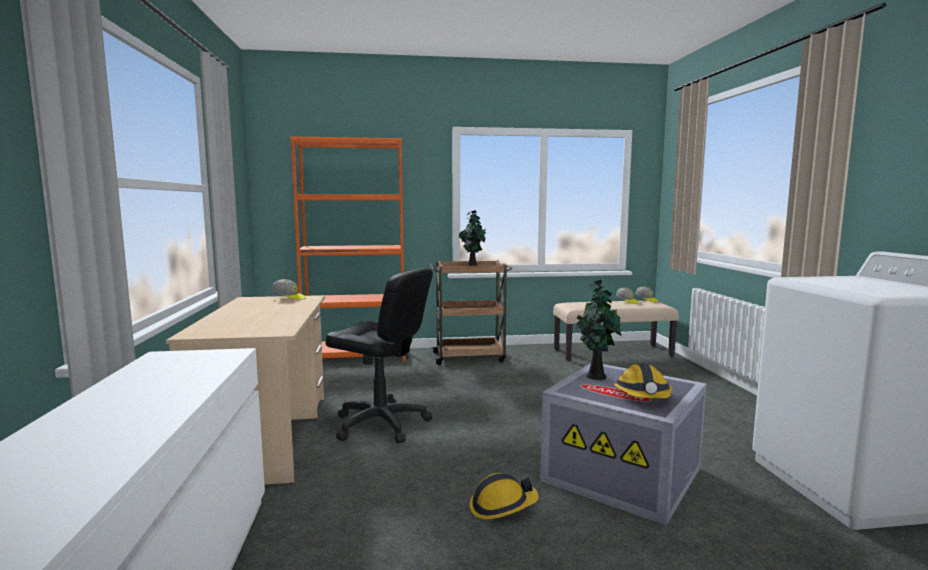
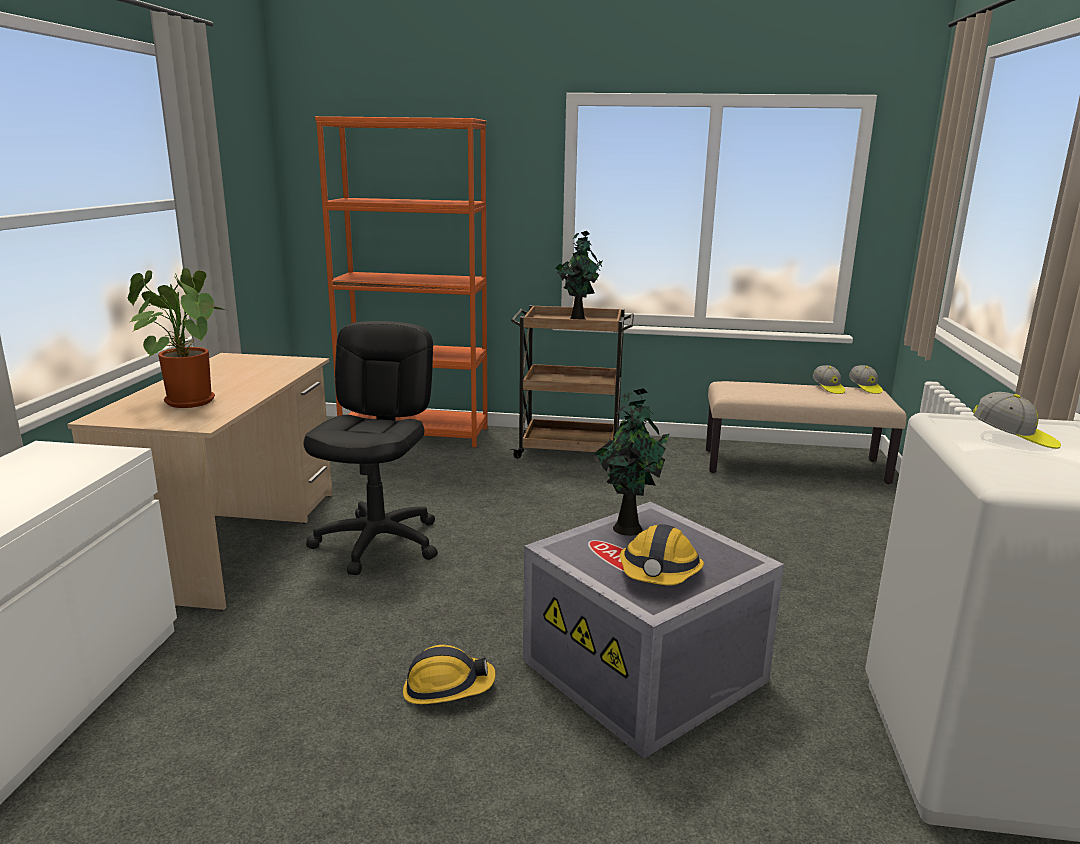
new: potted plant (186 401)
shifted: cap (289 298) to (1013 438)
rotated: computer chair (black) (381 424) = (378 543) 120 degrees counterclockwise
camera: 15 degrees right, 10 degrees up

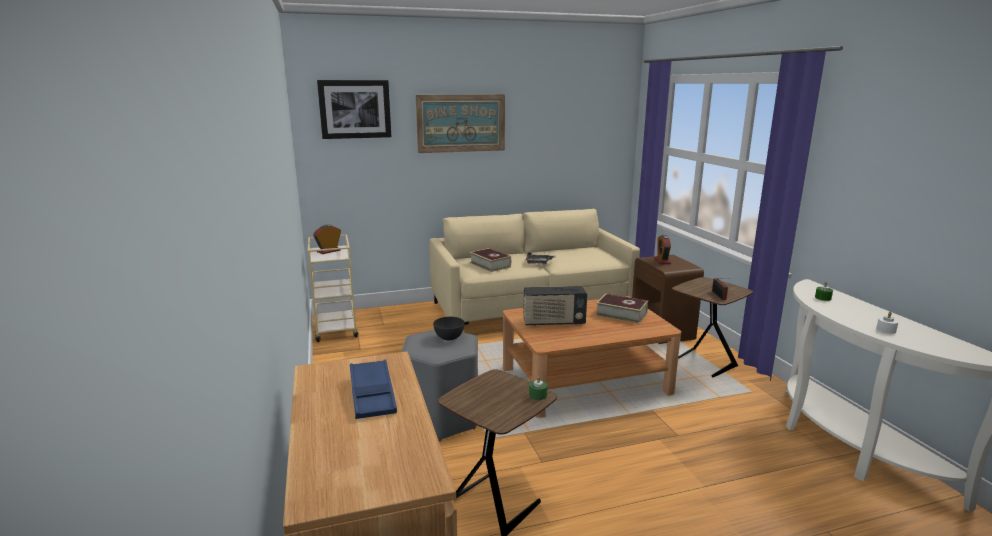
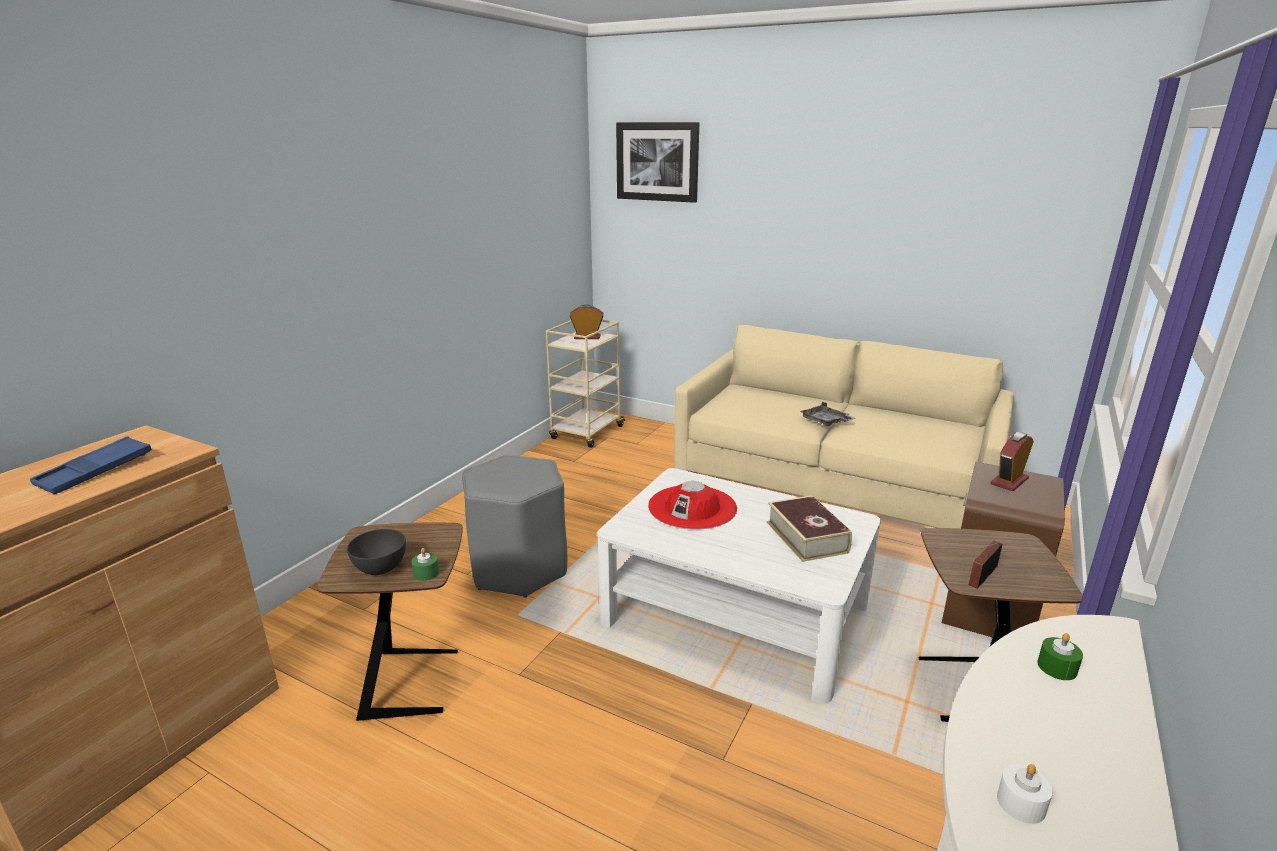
gone: wall art (461 123); volume (490 265)
shifted: bowl (greyish) (449 338) to (380 568)
swapped: radio set (553 322) to wearable hat (red-coloured) (692 507)
repainted: coffee table (brown-coloured) (585 380) to coffee table (whitish) (735 613)
camera: 45 degrees right, 5 degrees up

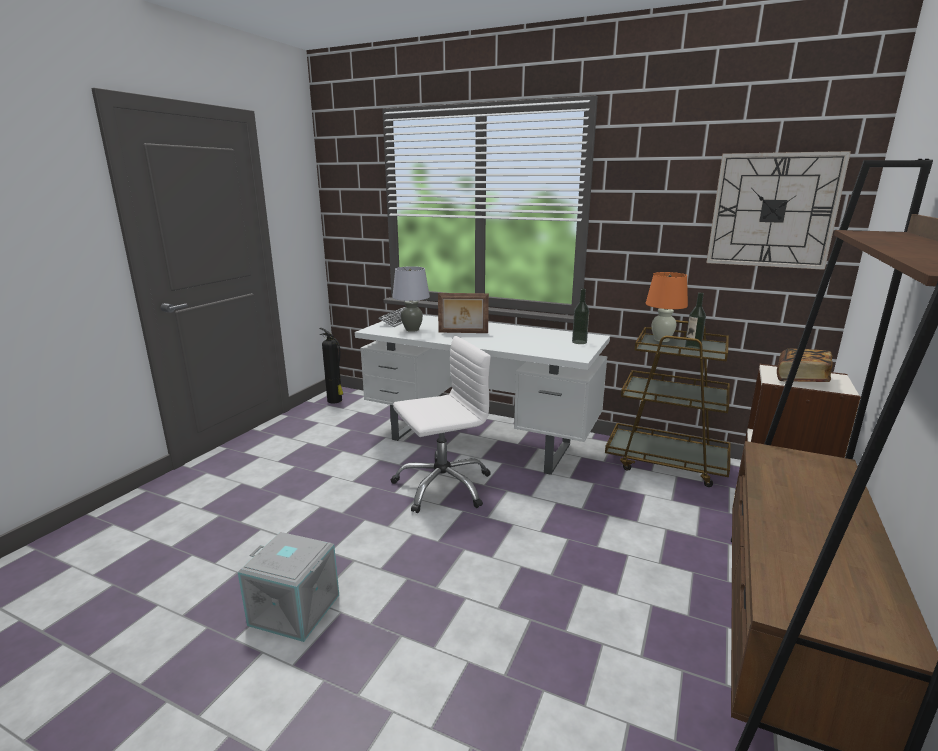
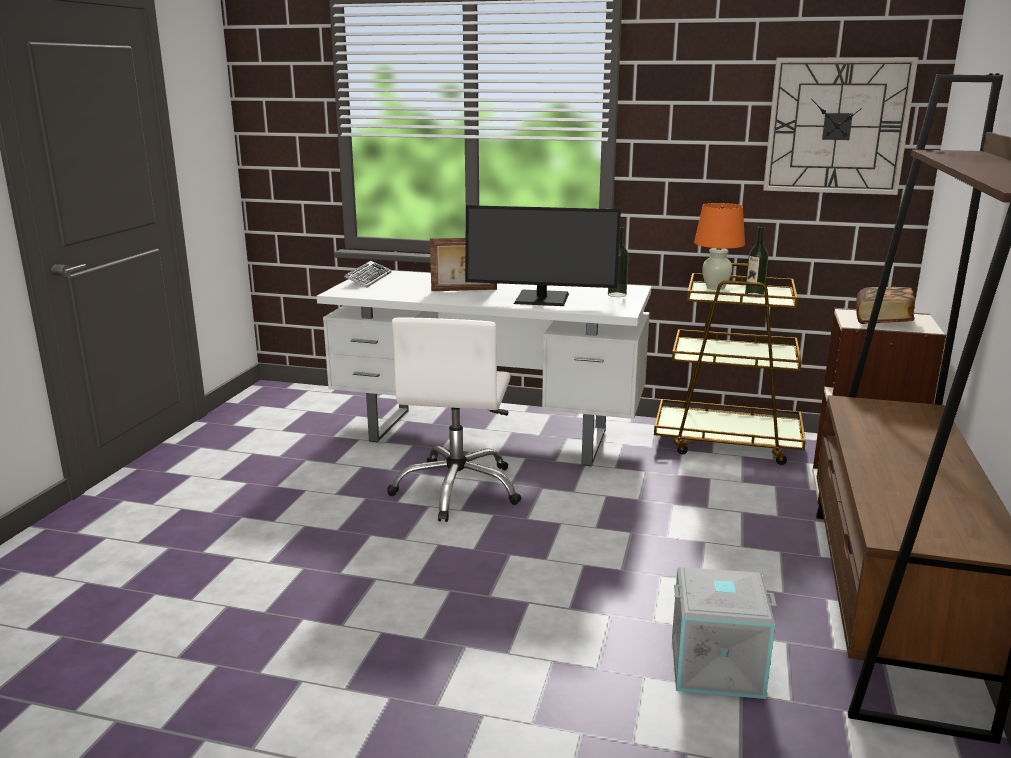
gone: extinguisher (335 401); tabletop lamp (greyish) (412 329)
new: monitor (541 299)
shifted: storage bin (greyish) (296 609) to (717 665)
rotated: computer chair (whitish) (442 486) = (458 489) 135 degrees clockwise
camera: 10 degrees left, 0 degrees up

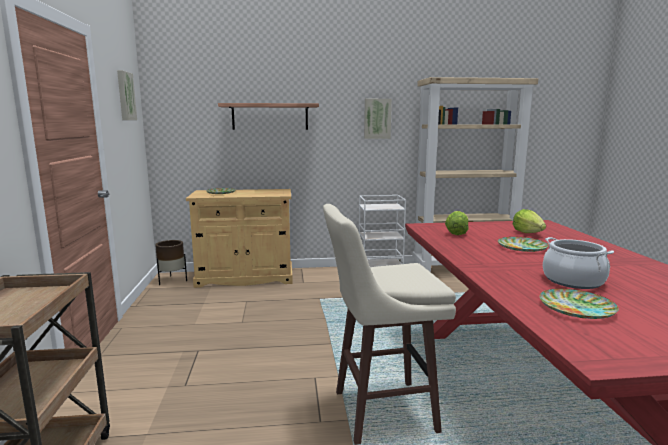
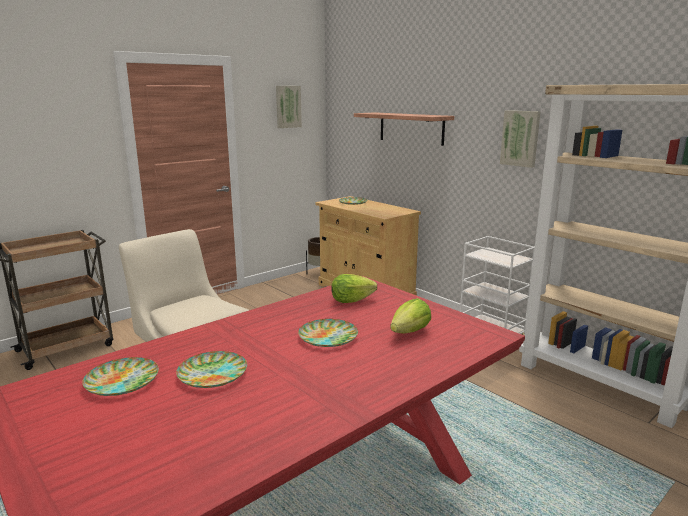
swapped: saucepot (573 281) to plate (212 373)
camera: 55 degrees right, 5 degrees up

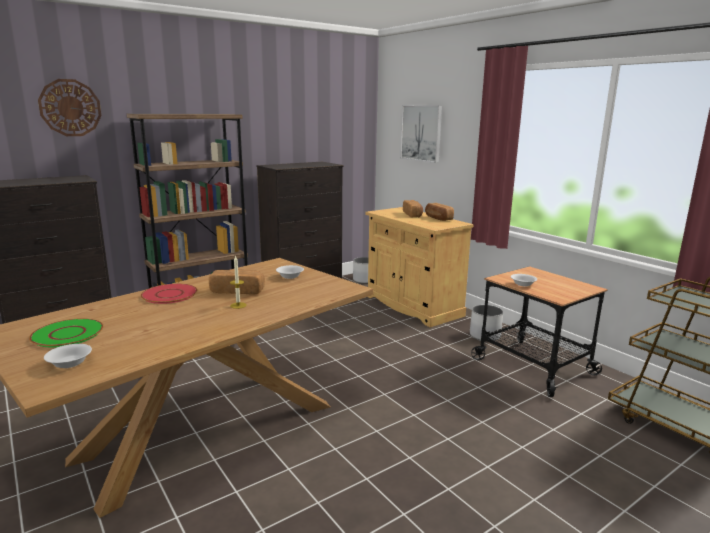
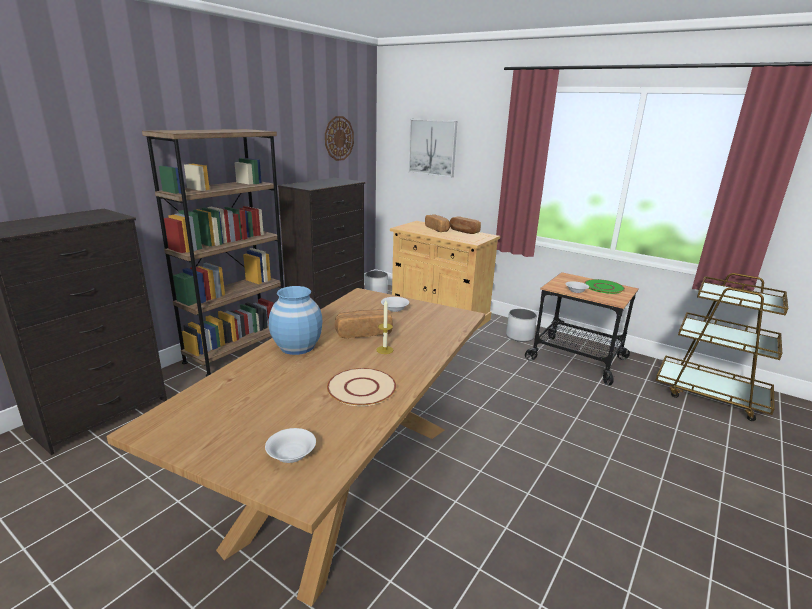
new: plate (beige) (361 388)
shifted: plate (greenish) (68 334) to (603 287); hanging clock (70 108) to (339 138)
swapped: plate (red-coloured) (169 294) to vase (blue) (297 347)
camera: 20 degrees left, 5 degrees up

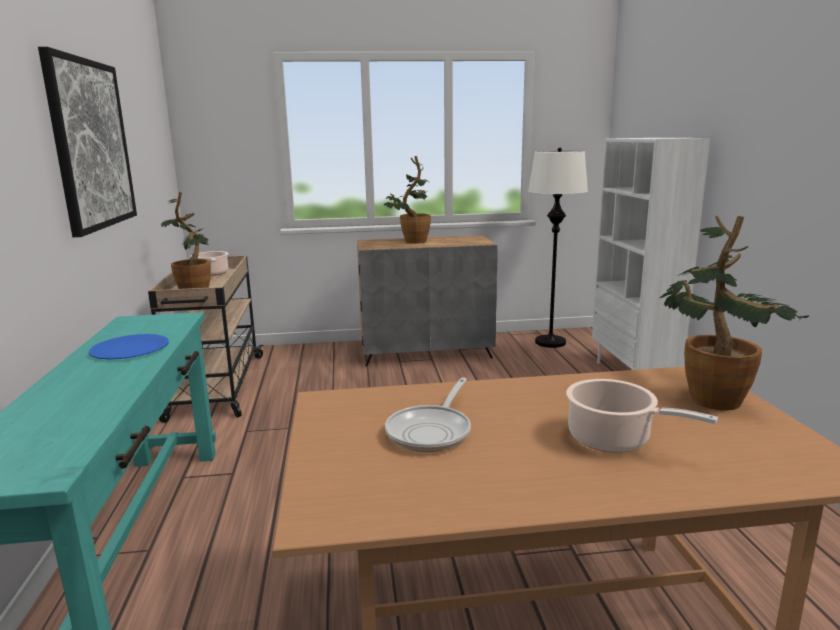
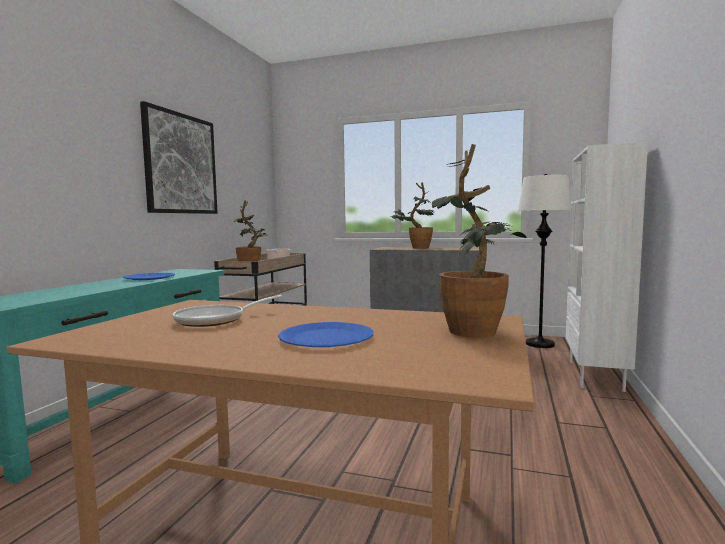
swapped: saucepot (614 440) to plate (blue) (326 338)
camera: 25 degrees right, 10 degrees down

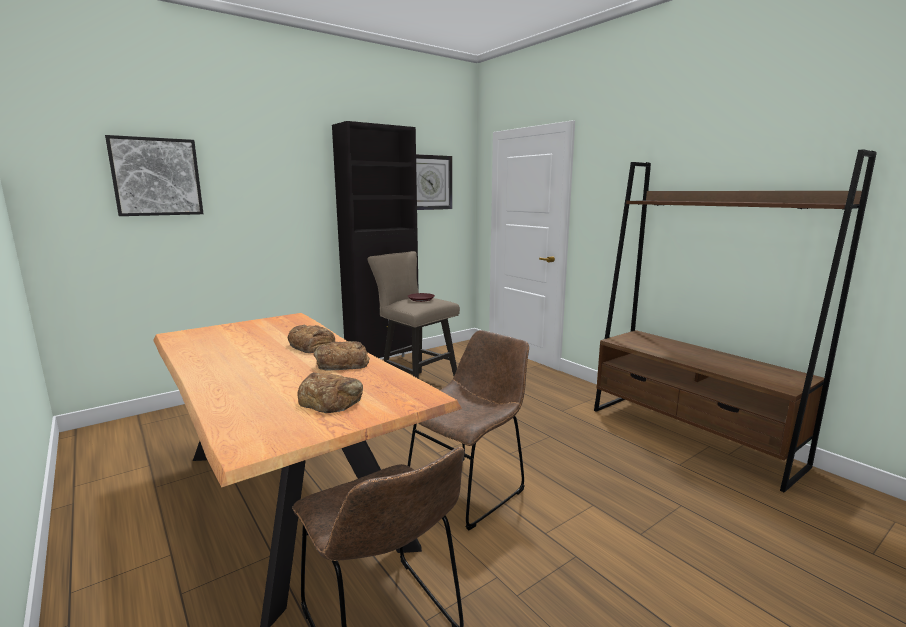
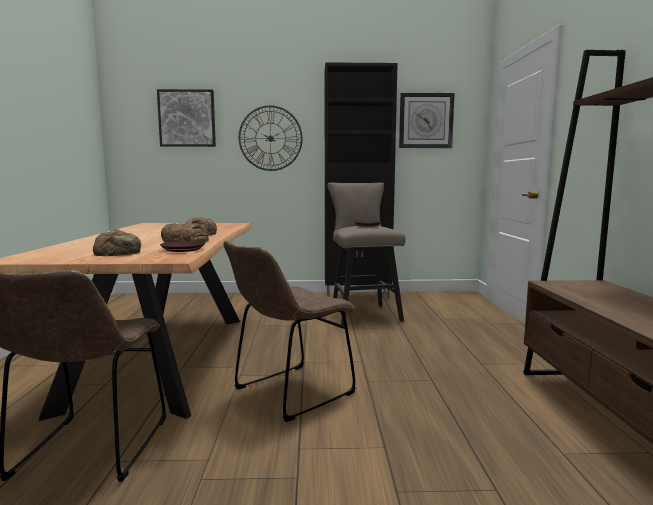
new: plate (brown-coloured) (183 249); hanging clock (270 138)
rotated: chair (brown-coloured) (469 488) = (289 393) 150 degrees clockwise
camera: 35 degrees right, 5 degrees down

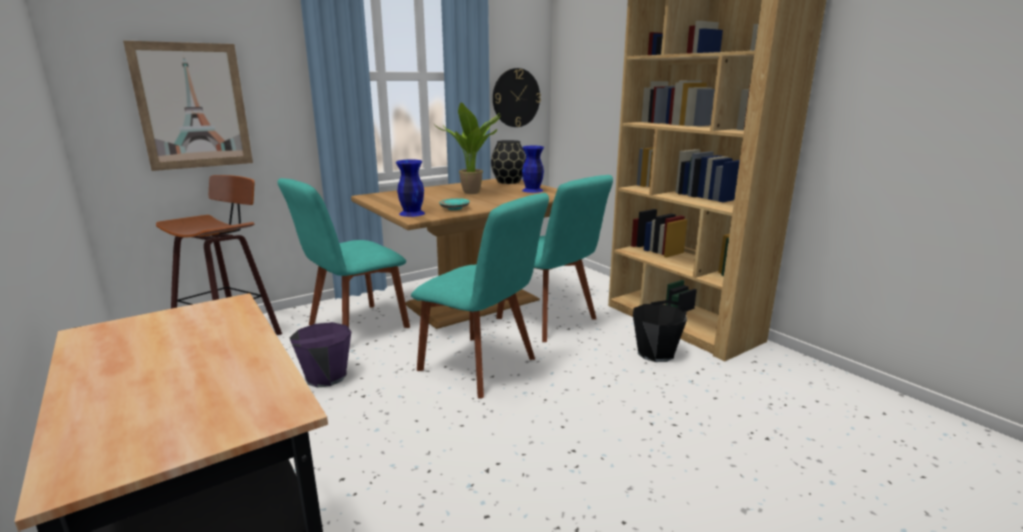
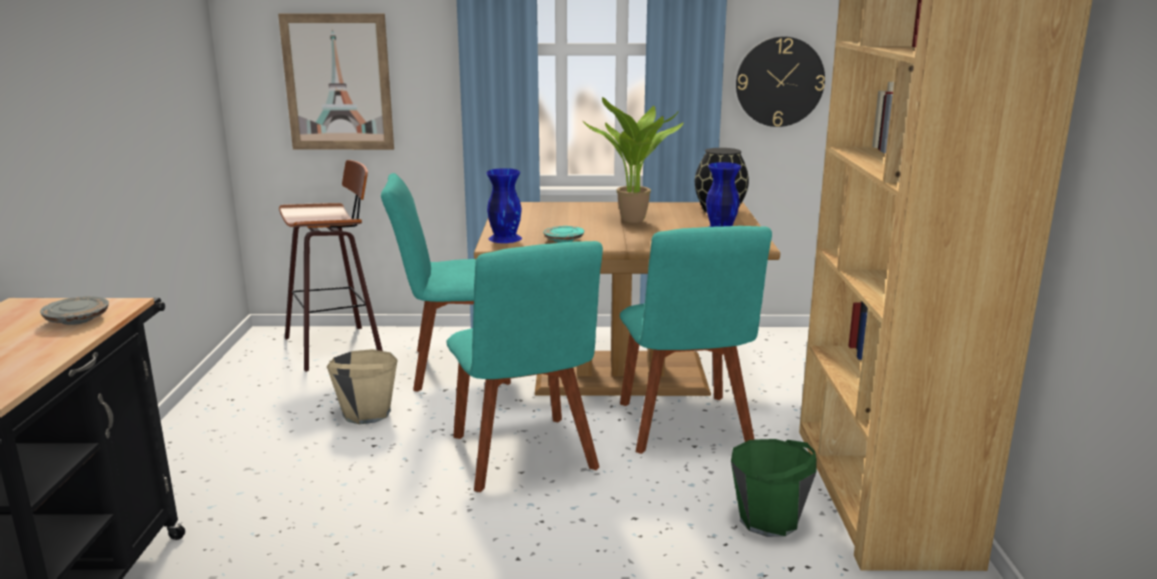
new: plate (greyish) (77 319)
repainted: bucket (purple) (326 377) to bucket (beige) (366 413); bucket (black) (656 353) to bucket (greenish) (769 520)
camera: 35 degrees right, 0 degrees up

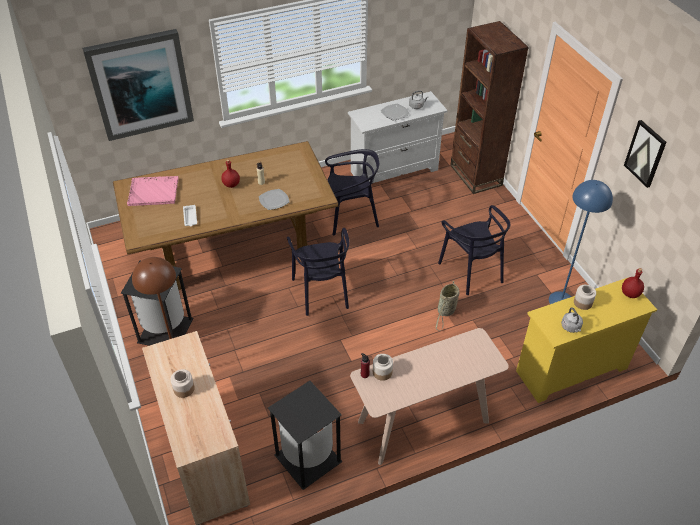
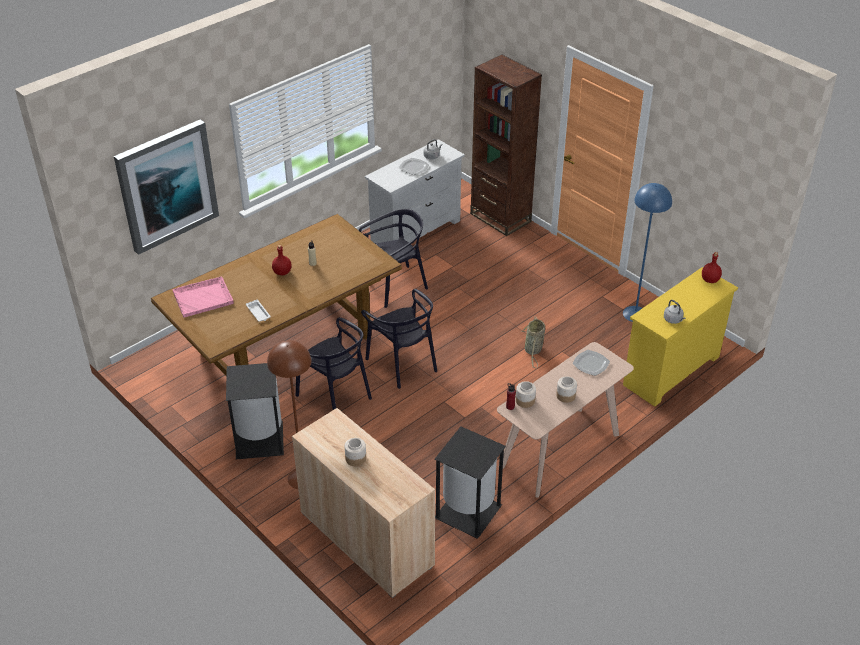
gone: wall art (645 153)
shifted: plate (273 200) to (590 364); chair (black) (471 271) to (334 395); jar (582 303) to (565 396)
camera: 20 degrees left, 5 degrees down

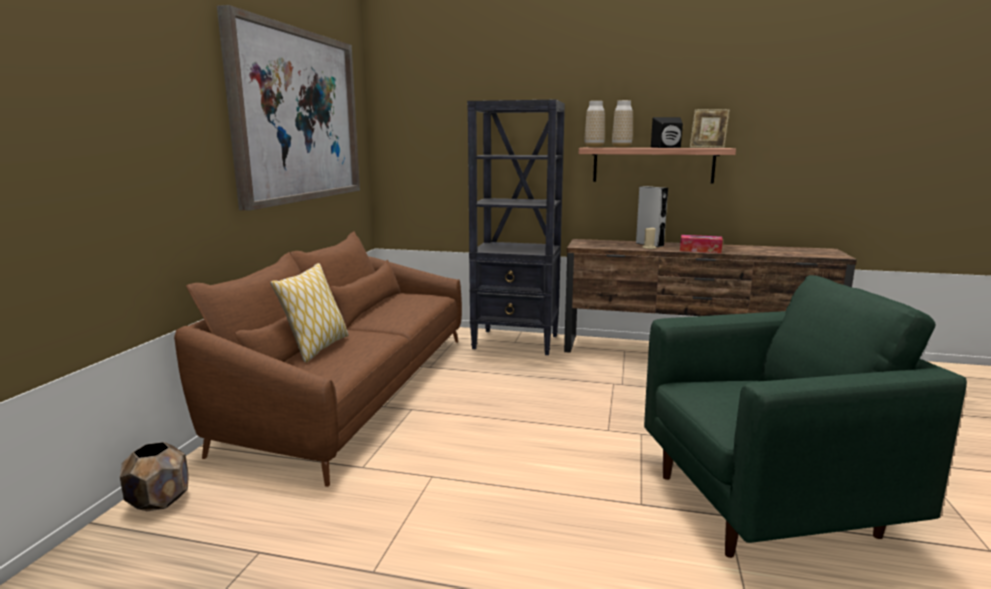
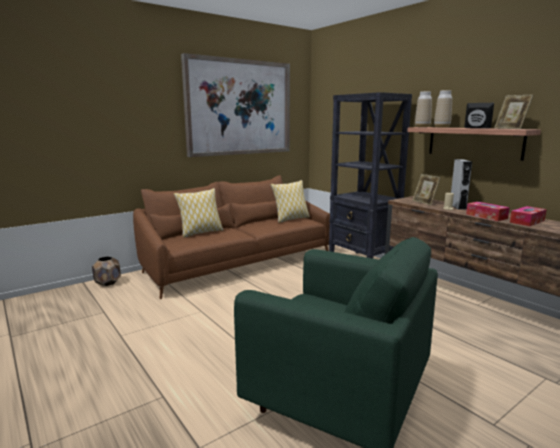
new: cushion (290 219); standing frame (424 202); box of tissues (527 221)
camera: 40 degrees right, 0 degrees up

